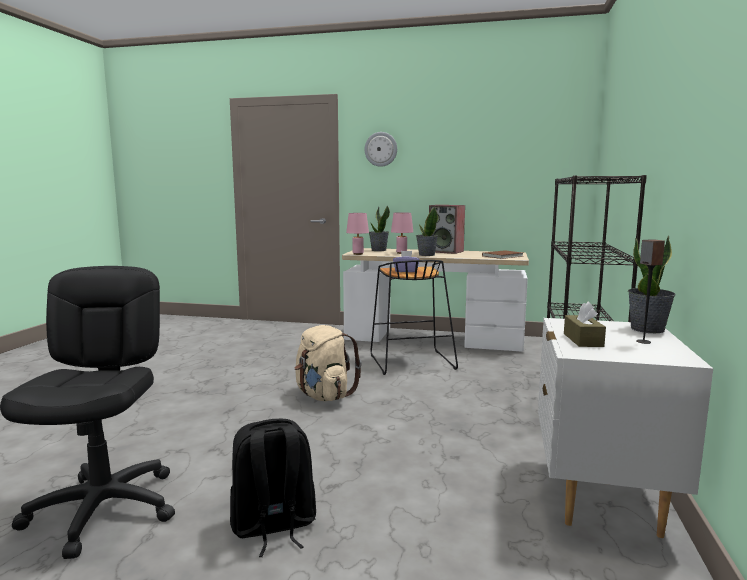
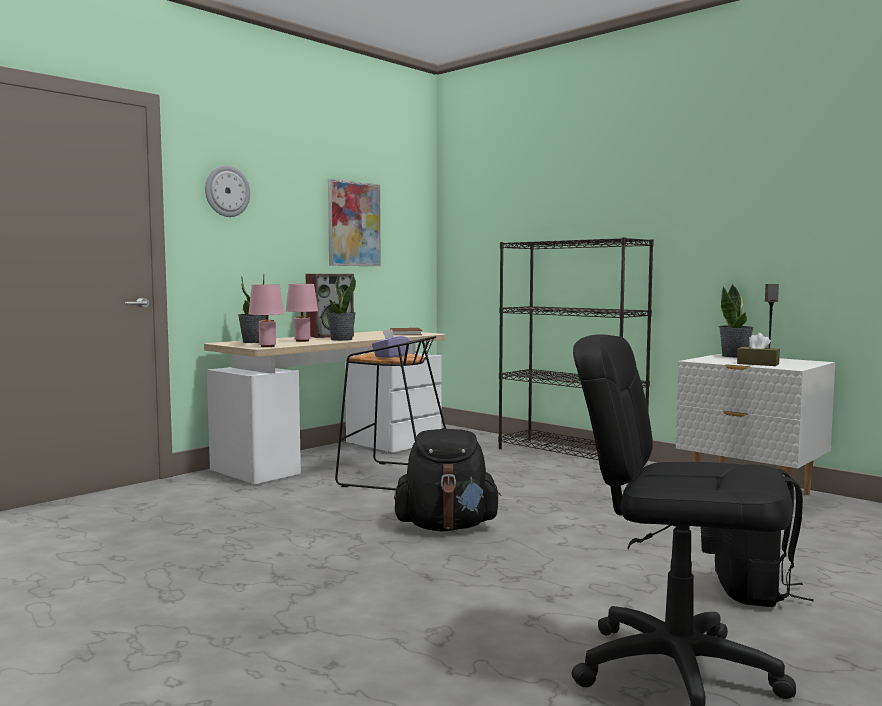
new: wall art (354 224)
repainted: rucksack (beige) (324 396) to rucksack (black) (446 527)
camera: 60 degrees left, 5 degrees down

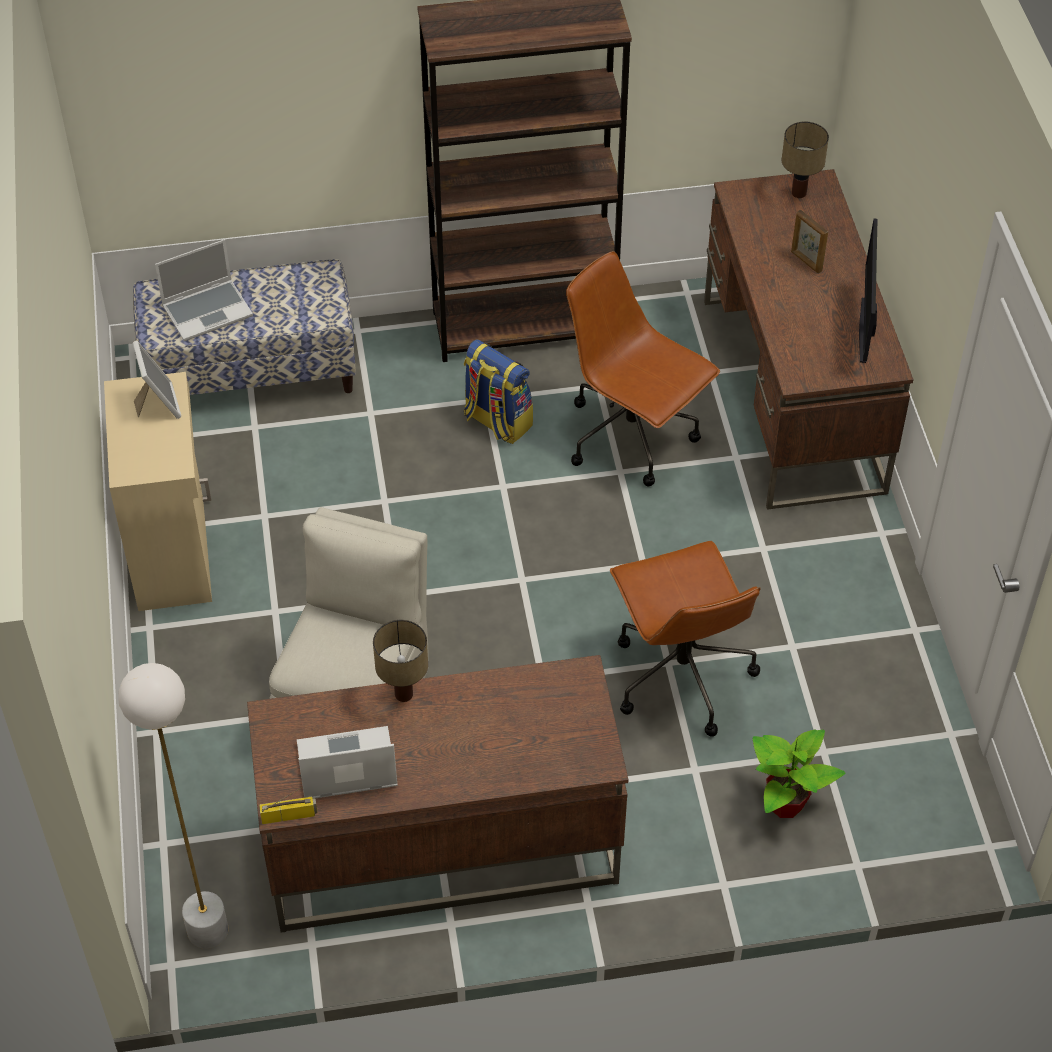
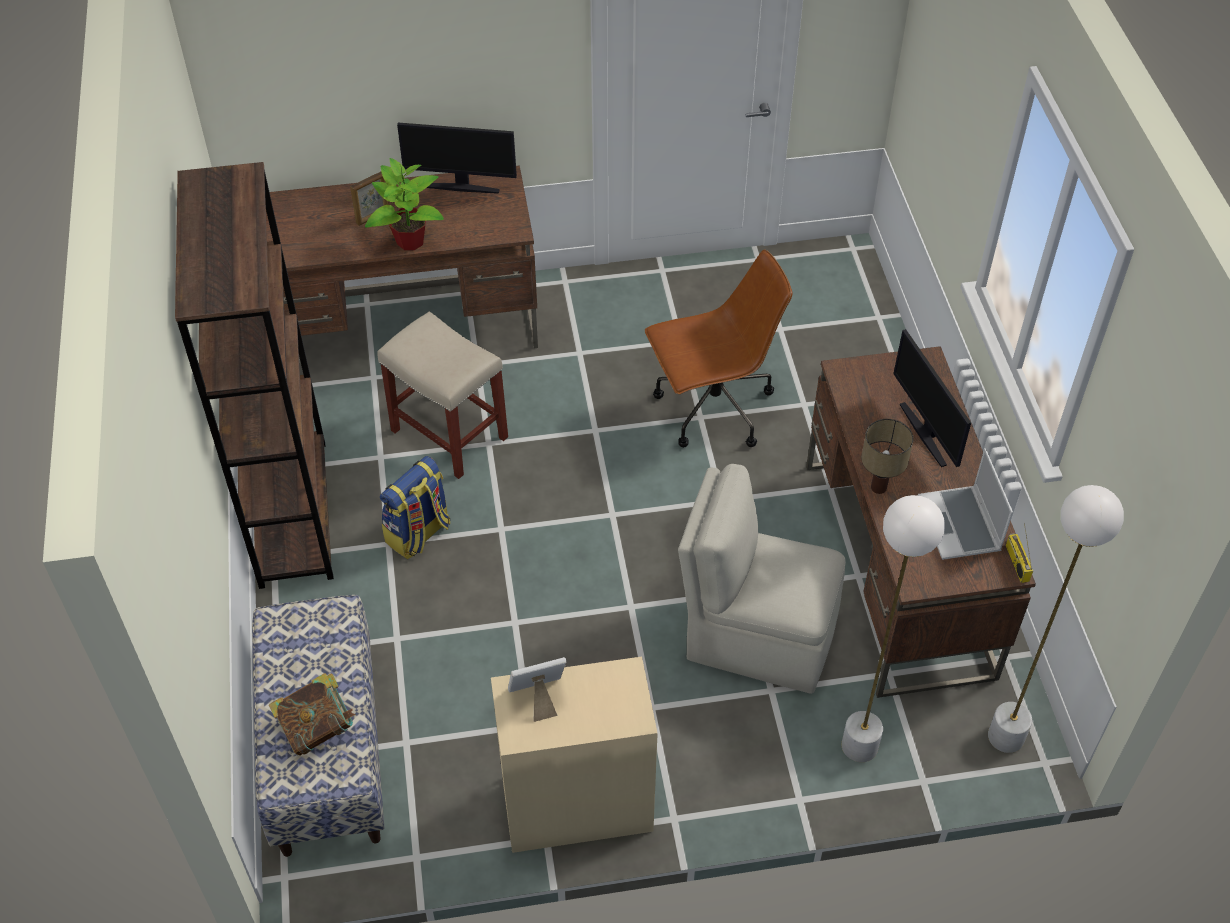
gone: tabletop lamp (798 193)
new: standard lamp (whitish) (859 746); monitor (925 433)
shifted: potted plant (786 803) to (409 241)
swapped: notebook computer (208 310) to volume (317 727); computer chair (brown-coloured) (633 437) to stool seat (beige) (448 433)
camera: 90 degrees left, 0 degrees up

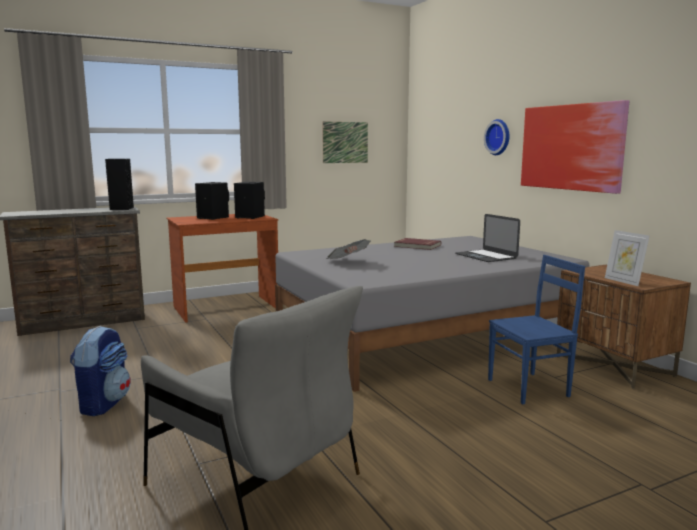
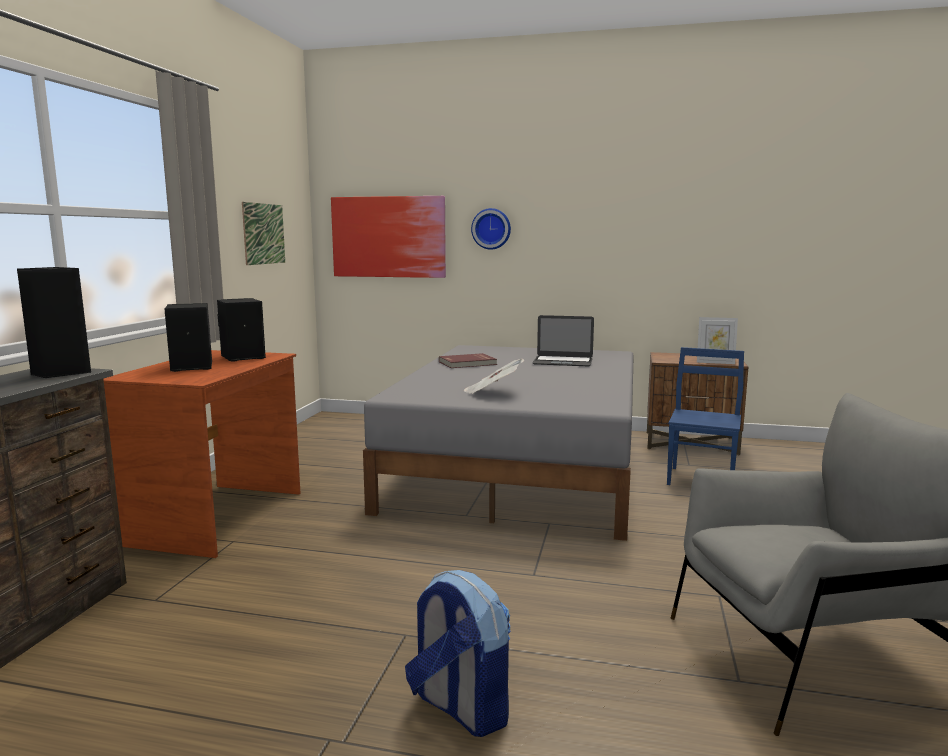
shifted: wall art (571 147) to (389 237)
camera: 50 degrees left, 0 degrees up

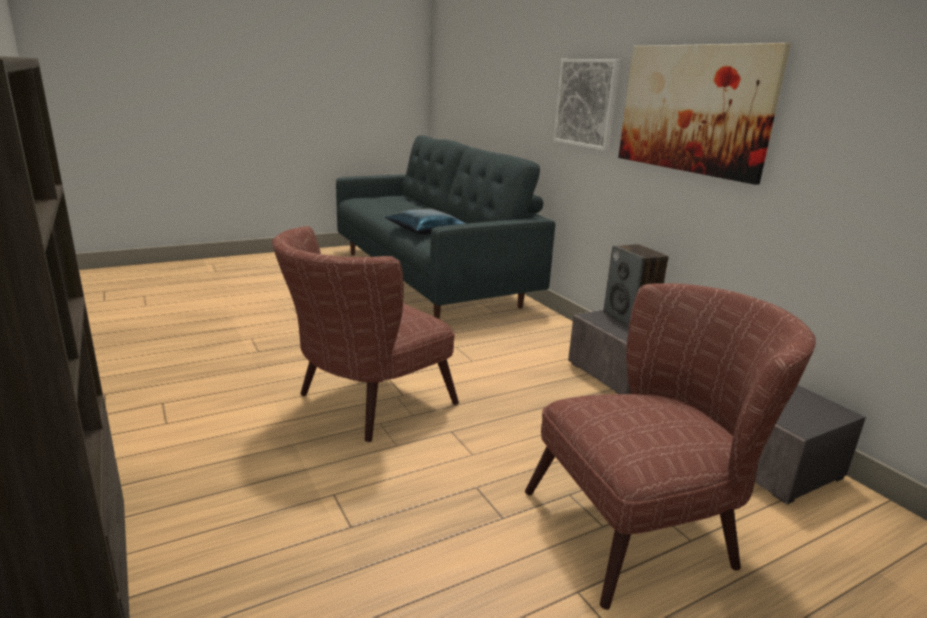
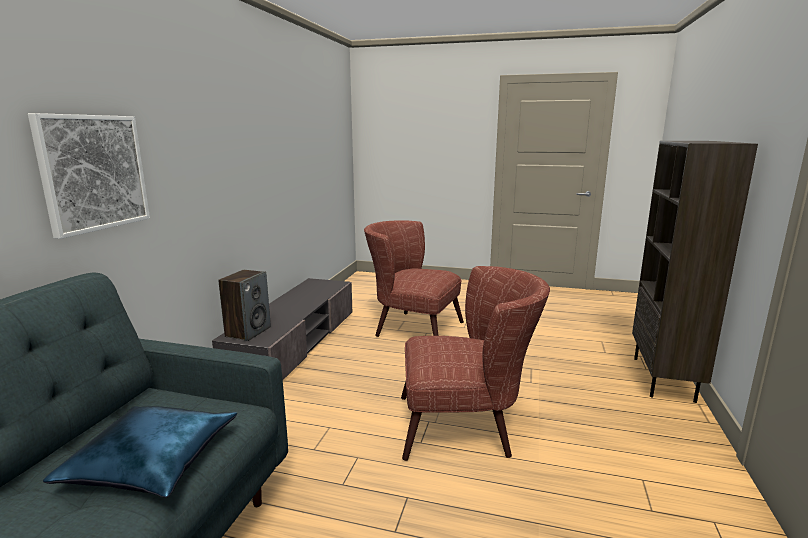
gone: wall art (693 109)
camera: 135 degrees left, 5 degrees down

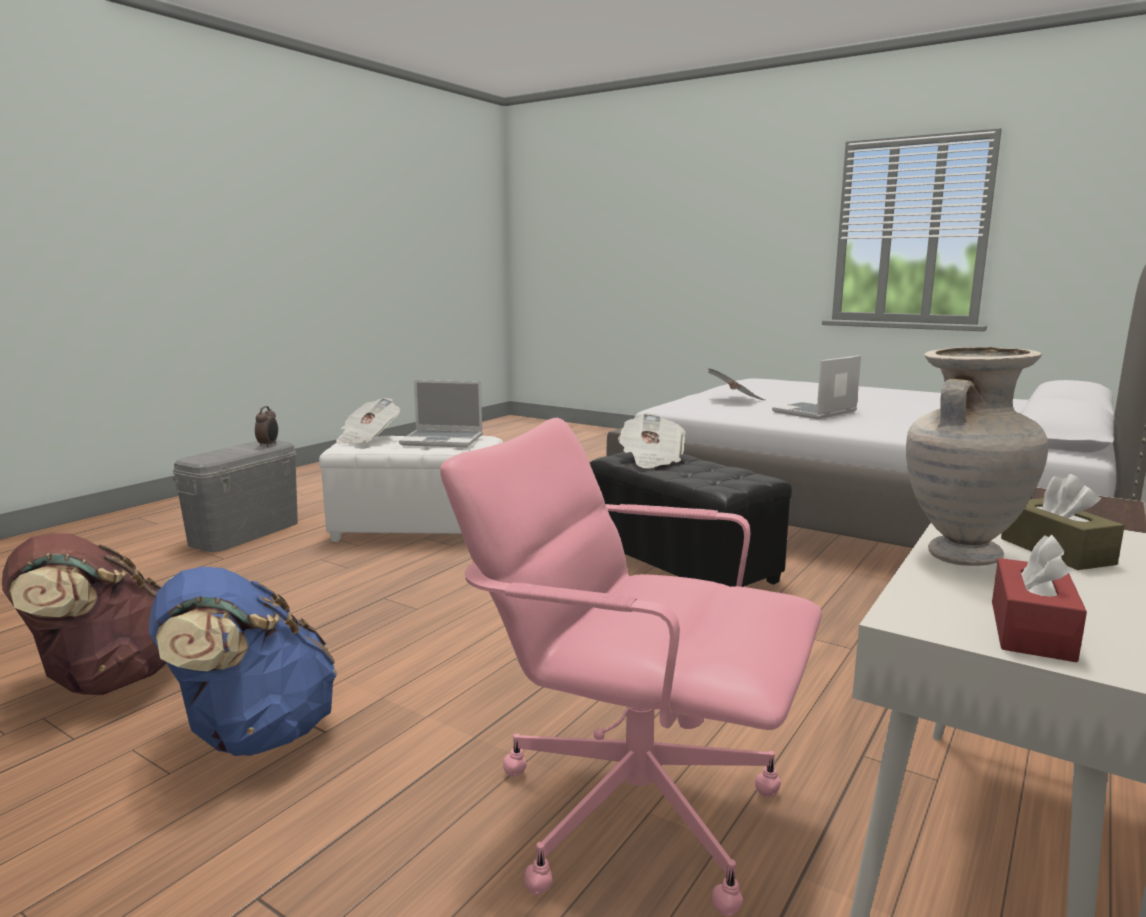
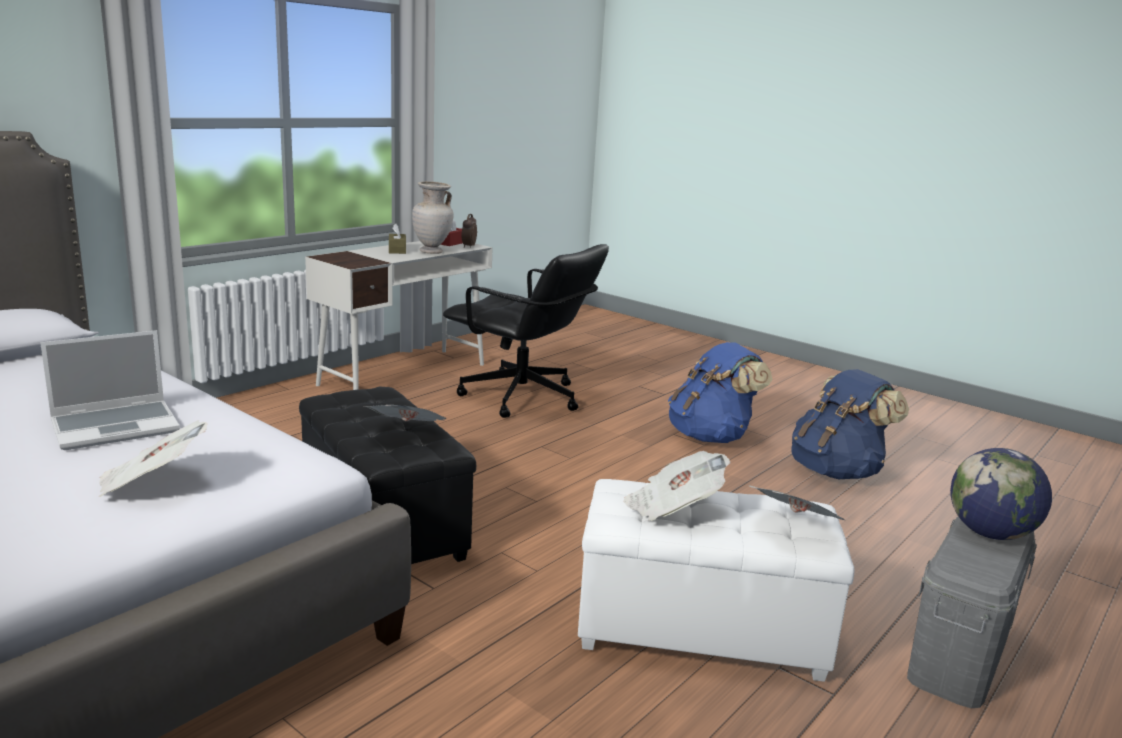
new: desk globe (990 534)
shifted: bedside clock (268 445) to (468 246)
swapped: notebook computer (443 440) to newspaper (673 508)
repainted: rucksack (brown-coloured) (105 680) to rucksack (blue) (836 471); computer chair (pink-coloured) (634 807) to computer chair (black) (522 398)
camera: 175 degrees left, 5 degrees up

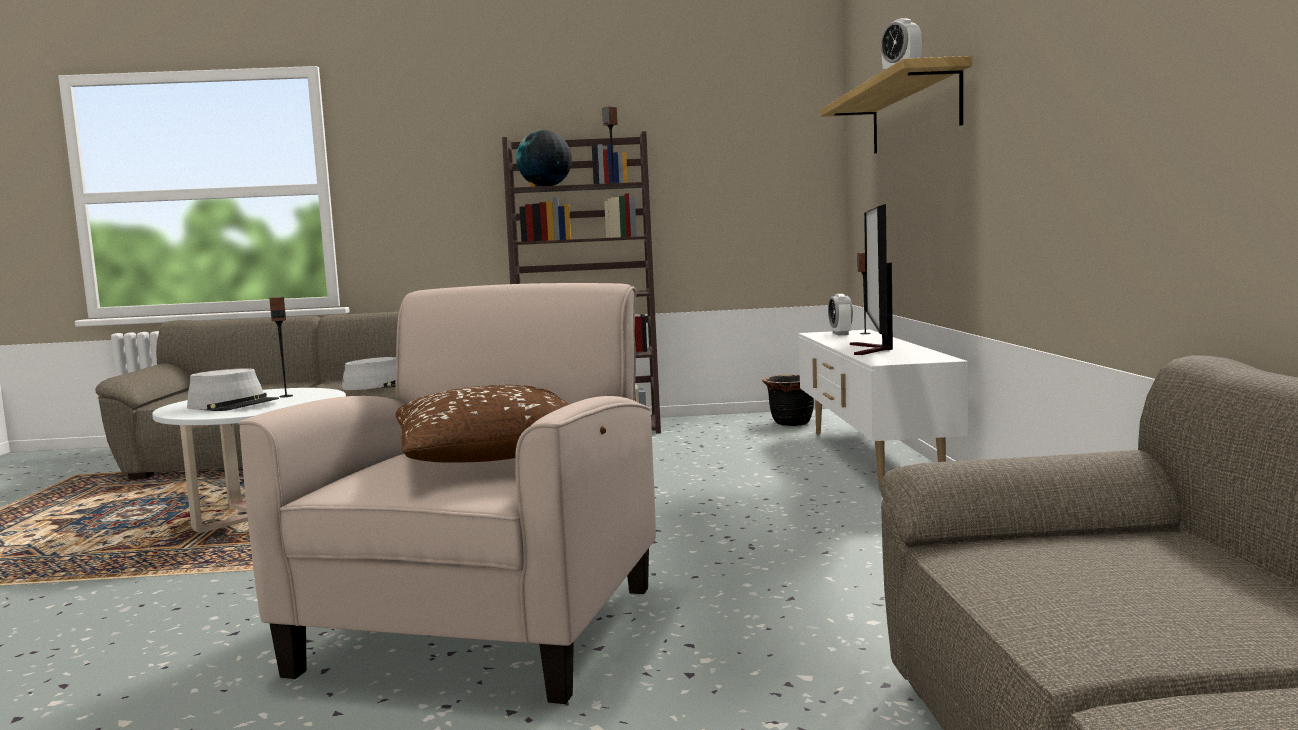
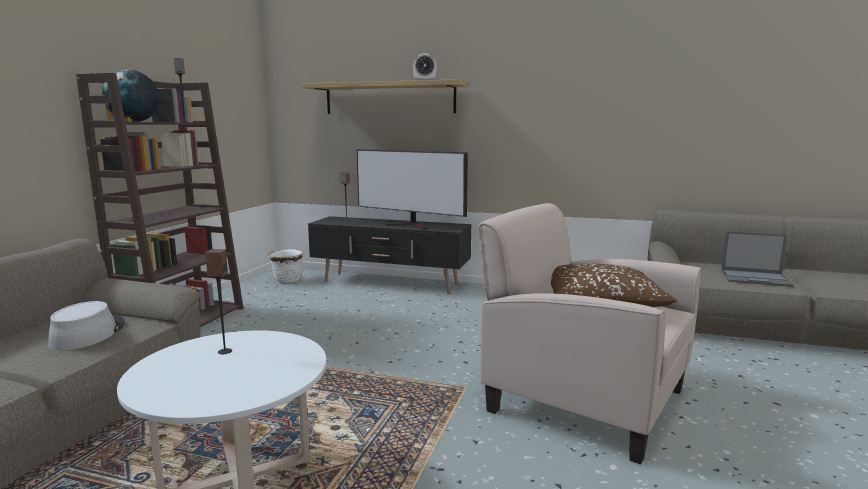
gone: wearable hat (greyish) (233 405); bedside clock (840 334)
new: notebook computer (756 278)
repainted: plant pot (black) (791 423) to plant pot (whitish) (288 281); tv unit (whitish) (871 457) to tv unit (black) (390 283)
camera: 70 degrees left, 5 degrees up

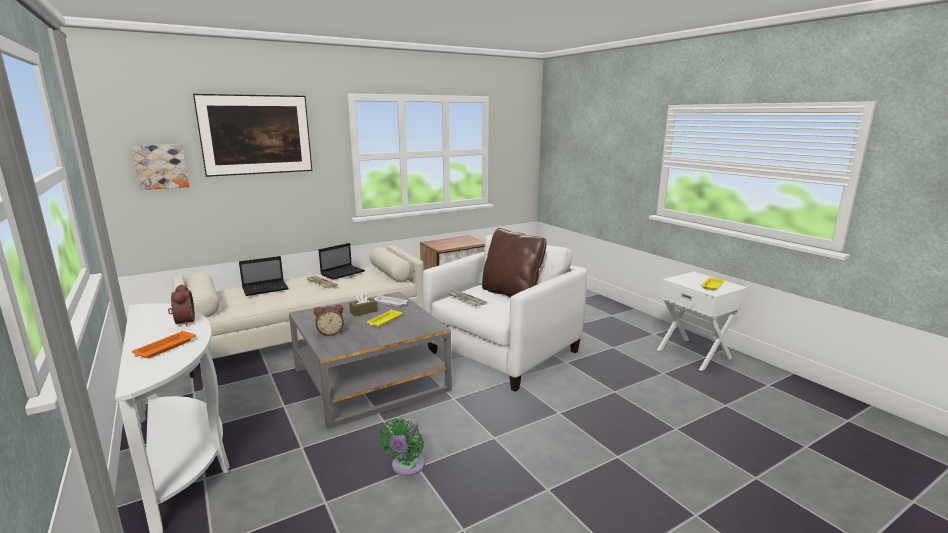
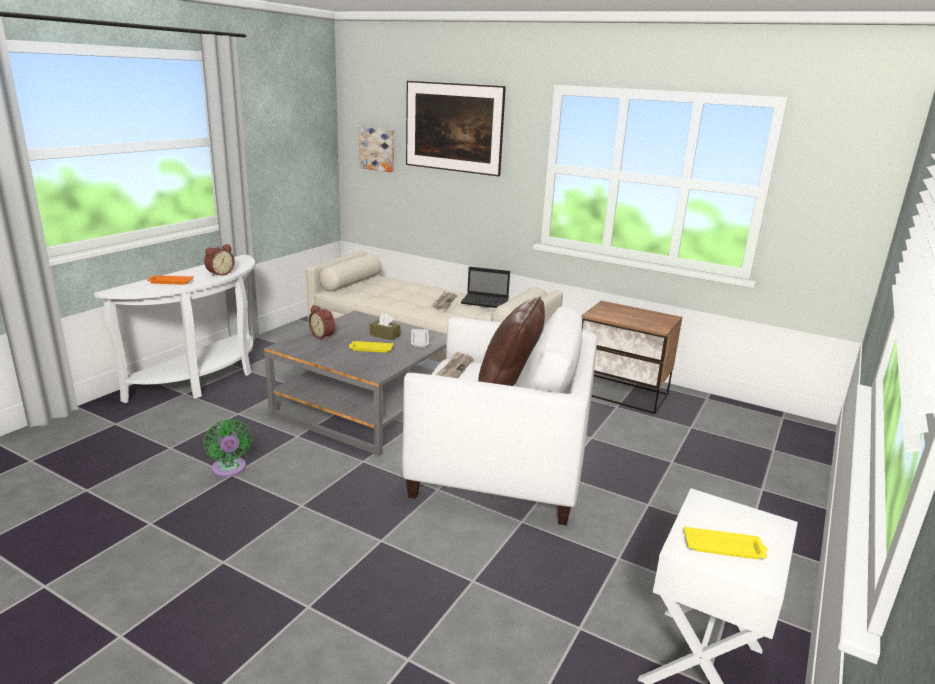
gone: notebook computer (266 289)
rotated: fan (greenish) (406 467) = (229 469) 105 degrees counterclockwise
camera: 60 degrees right, 5 degrees up

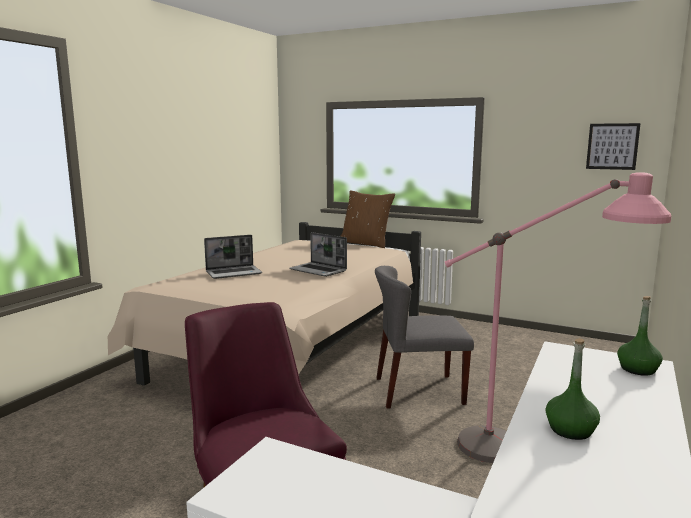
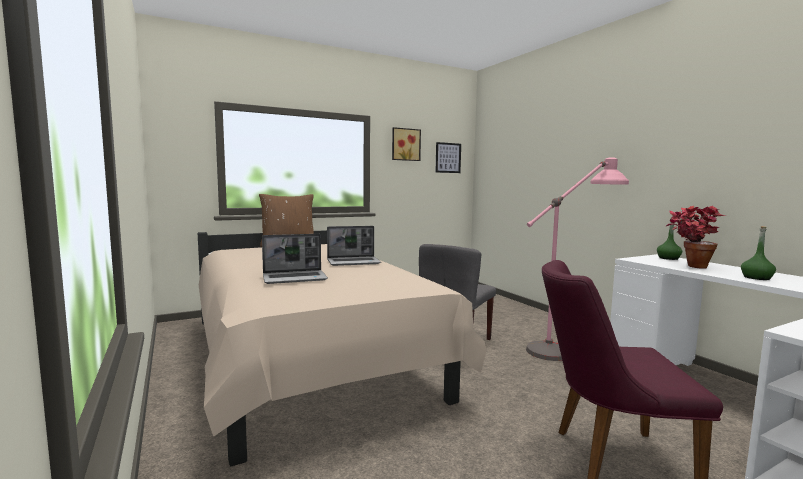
new: wall art (405 144); potted plant (689 266)
rotated: notebook computer (234 273) = (295 278) 60 degrees clockwise
camera: 55 degrees left, 5 degrees down

